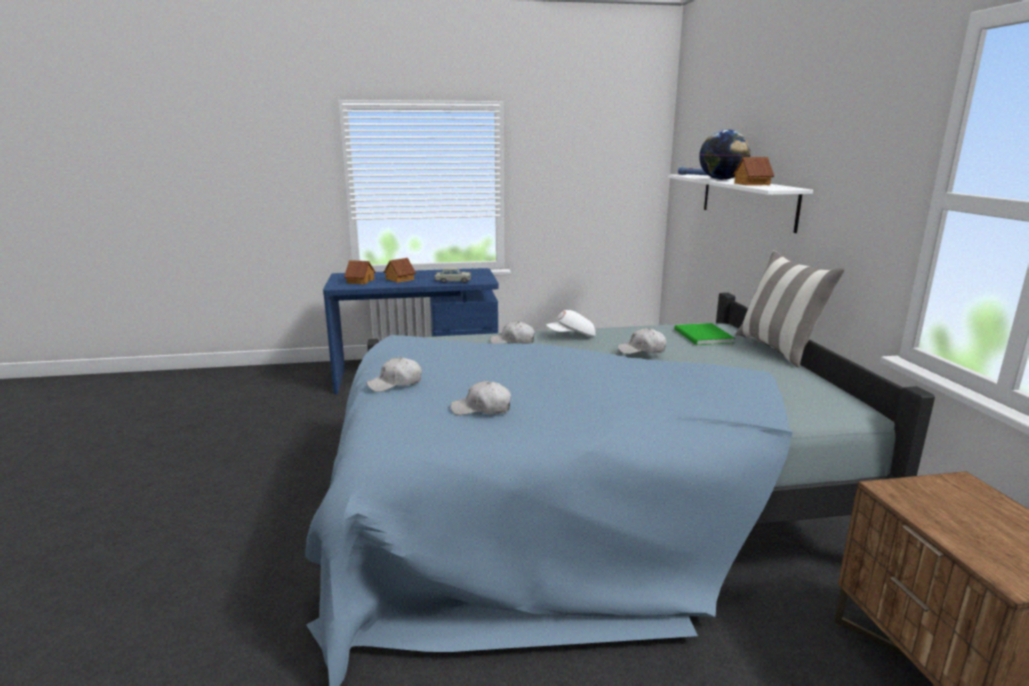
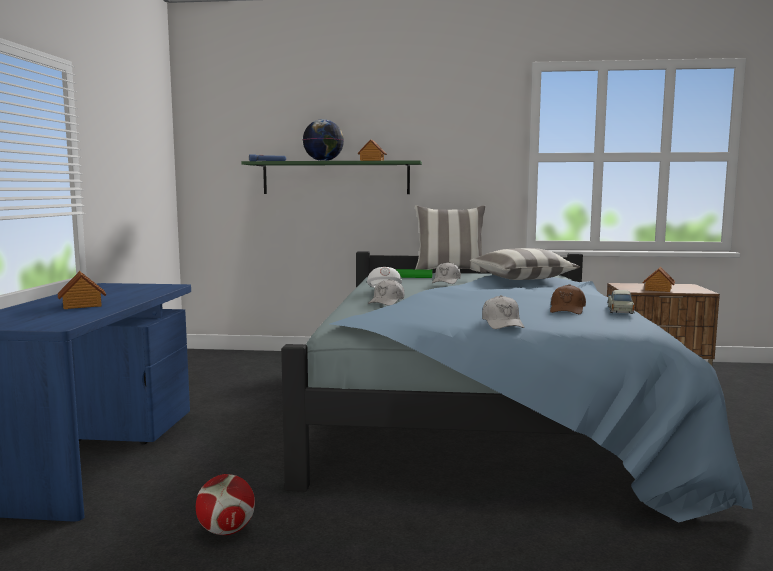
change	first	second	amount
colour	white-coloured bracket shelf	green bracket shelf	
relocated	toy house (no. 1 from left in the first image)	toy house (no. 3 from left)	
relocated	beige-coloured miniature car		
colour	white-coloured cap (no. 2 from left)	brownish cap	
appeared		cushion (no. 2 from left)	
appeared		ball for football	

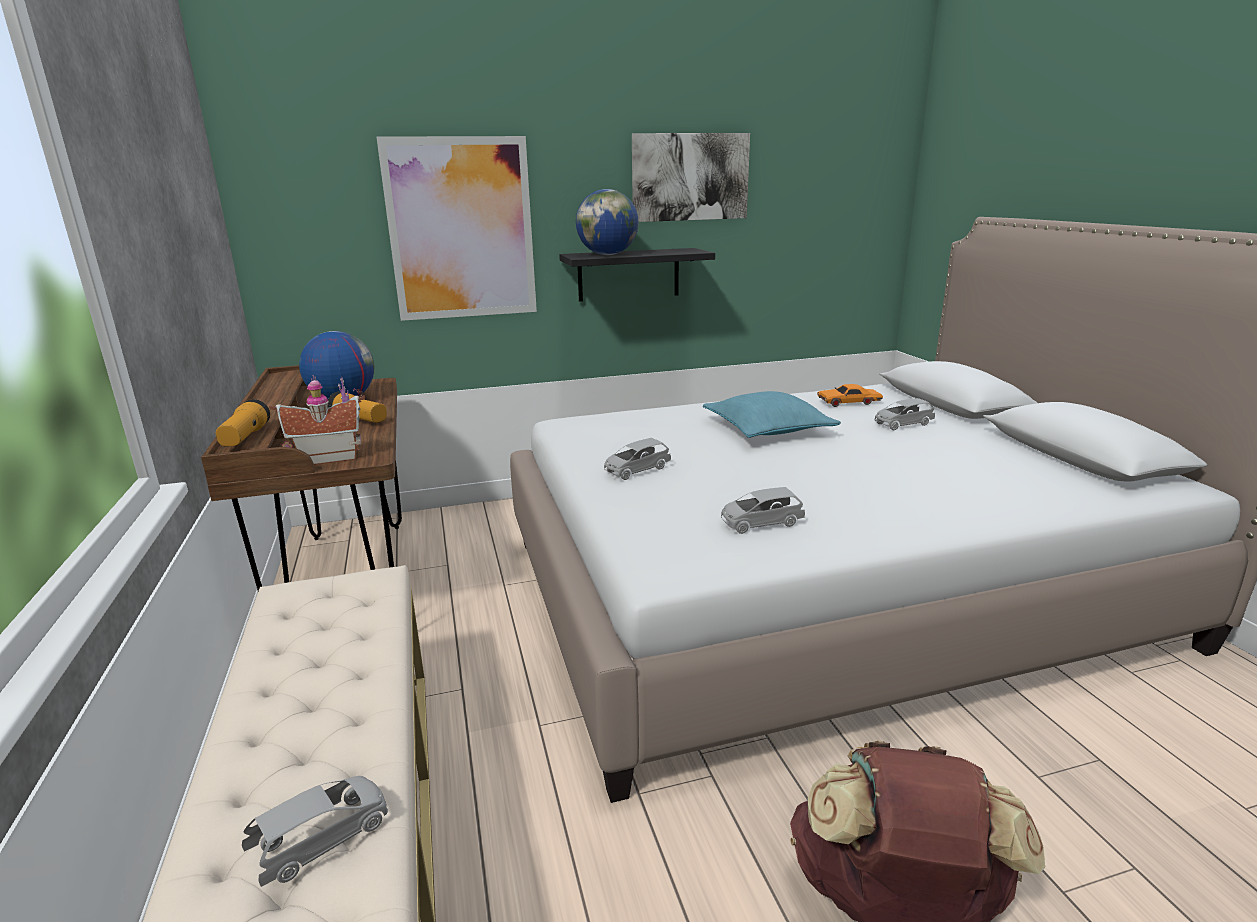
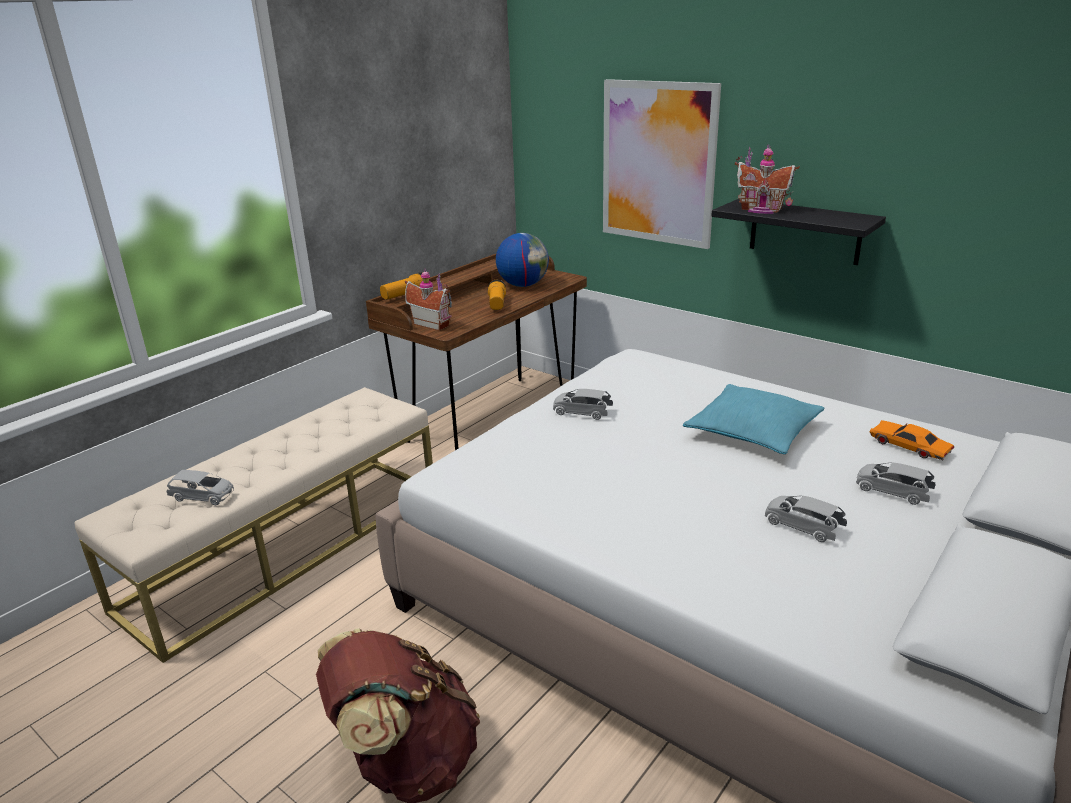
change	first	second	amount
missing	picture (no. 2 from left)		
exchanged	globe (no. 2 from left)	toy house (no. 2 from left)	
relocated	grey miniature car (no. 3 from left)		

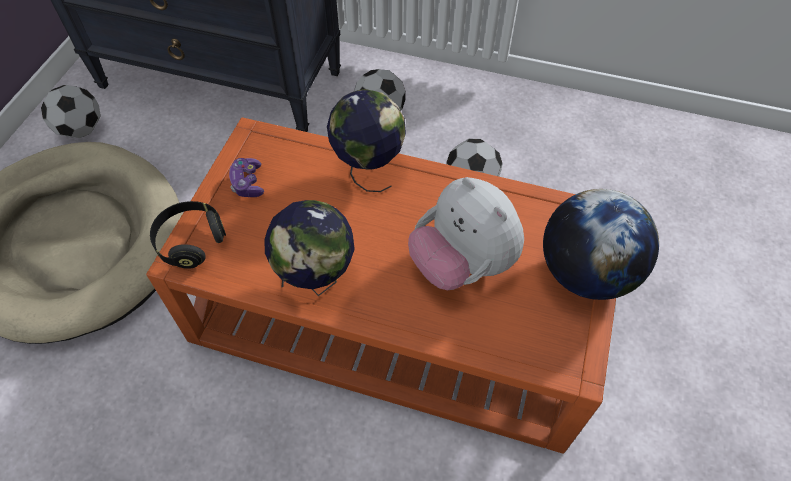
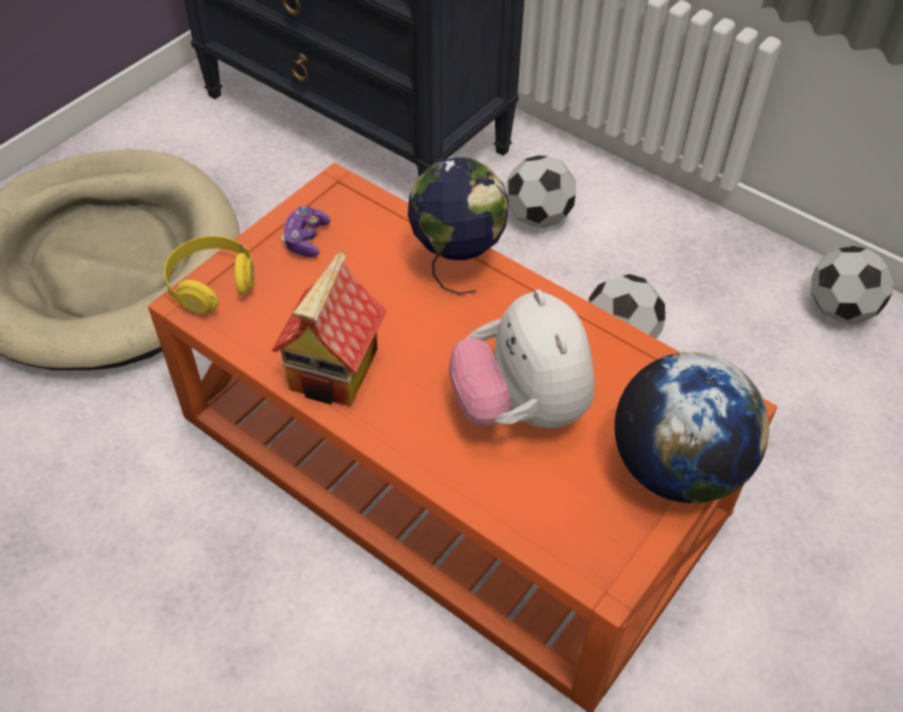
change	first	second	amount
relocated	ball for football (no. 1 from left in the first image)	ball for football (no. 3 from left)	
exchanged	globe (no. 1 from left)	toy house	
colour	blackish headset	yellow-coloured headset	

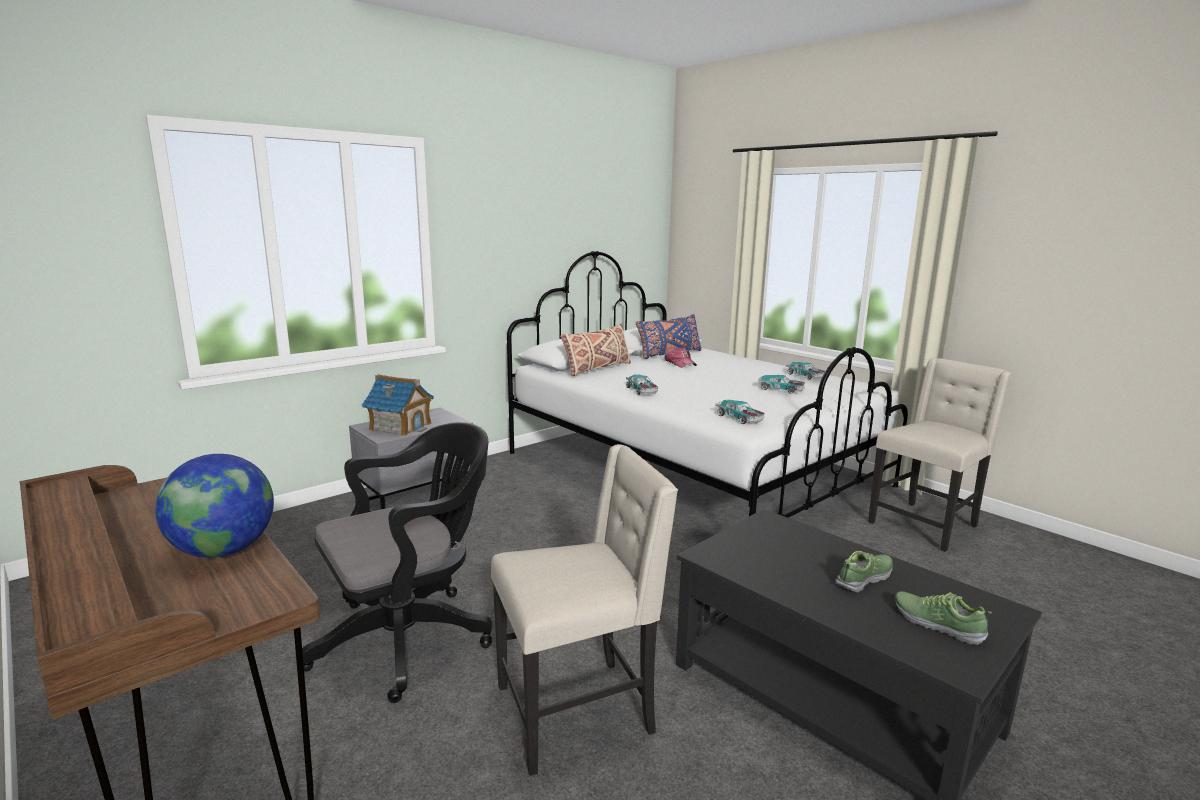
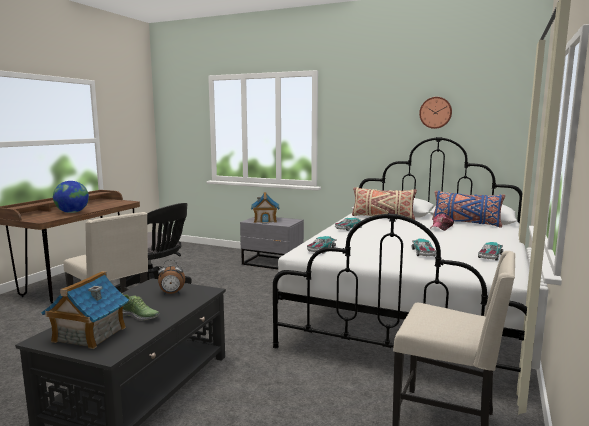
change	first	second	amount
exchanged	shoe (no. 2 from left)	toy house (no. 1 from left)	
appeared		hanging clock	
appeared		table clock	

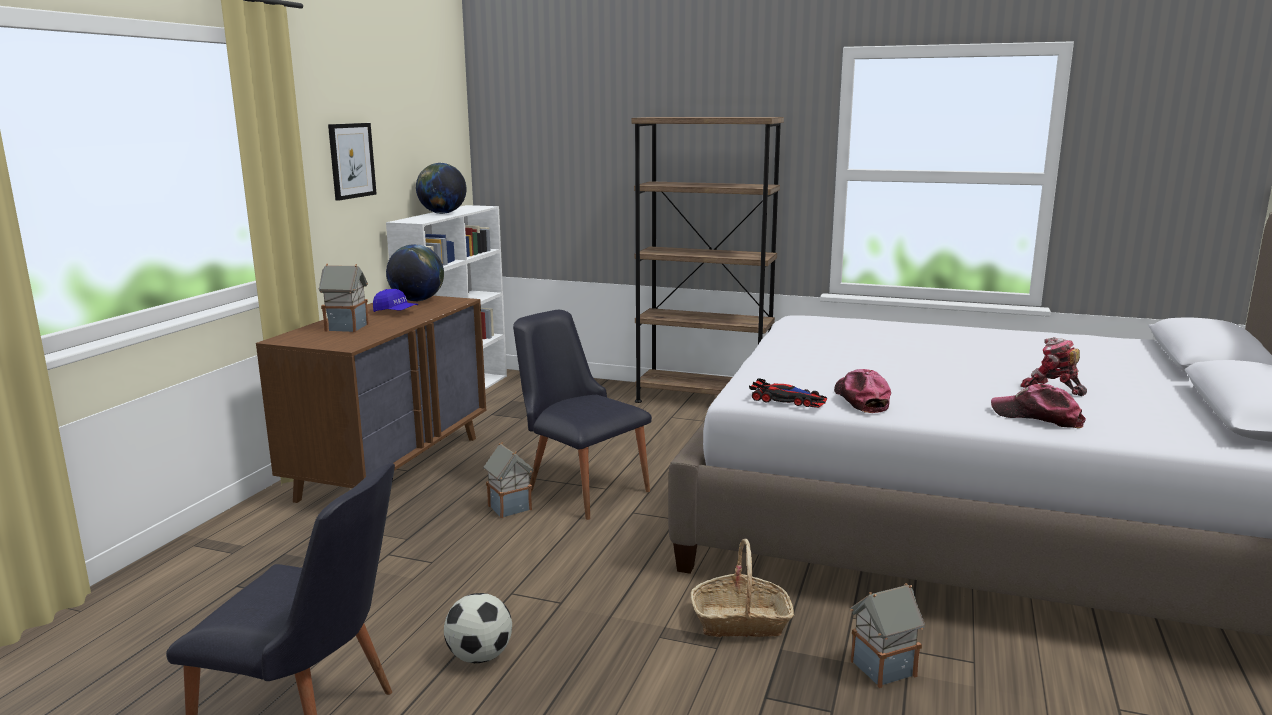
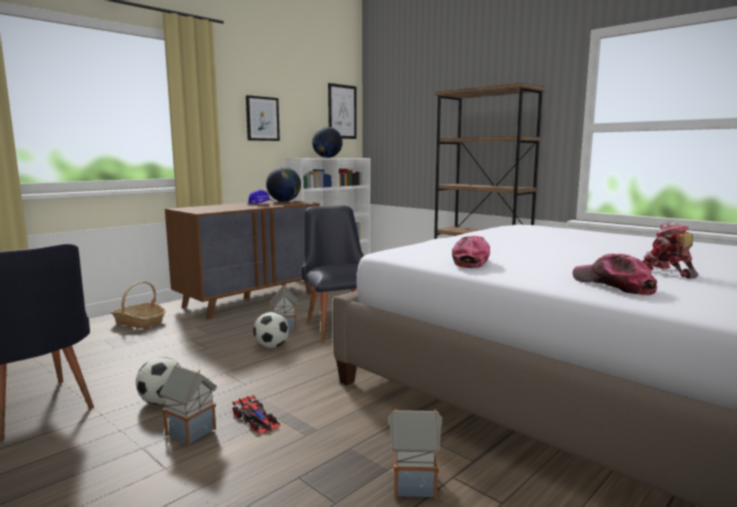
change	first	second	amount
relocated	toy house (no. 1 from left)		
relocated	miniature car		
relocated	household basket		
appeared		picture (no. 2 from left)	
appeared		ball for football (no. 2 from left)	

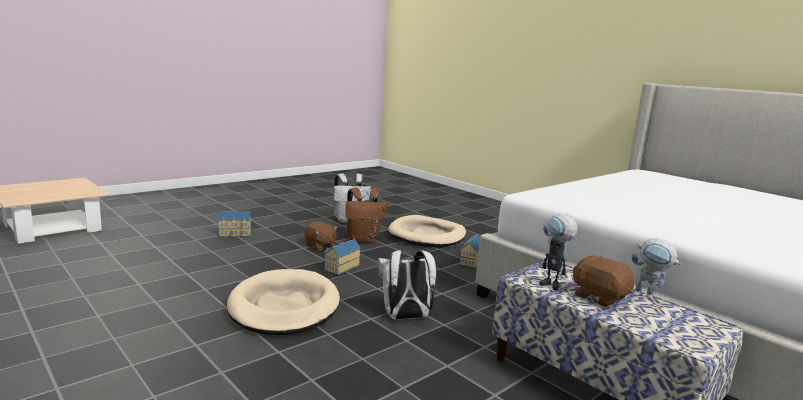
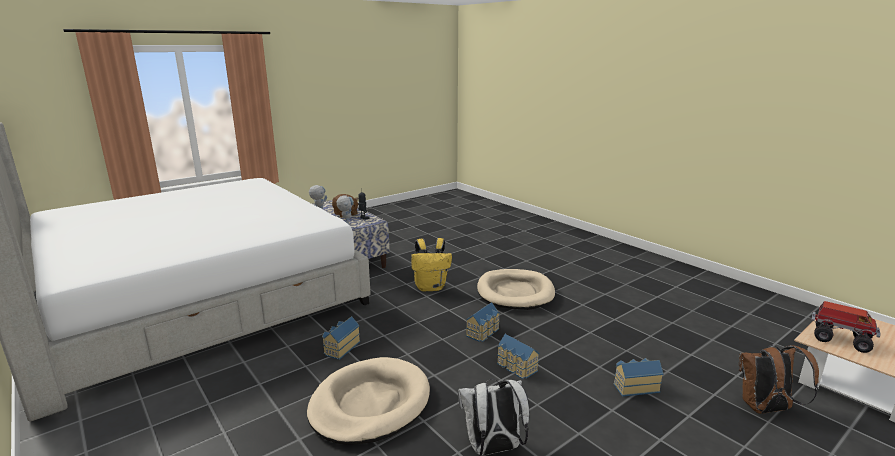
change	first	second	amount
relocated	brownish backpack		
exchanged	brownish plush toy (no. 1 from left)	toy house (no. 3 from left)	
colour	white-coloured backpack (no. 2 from left)	yellow-coloured backpack	
appeared		toy truck	

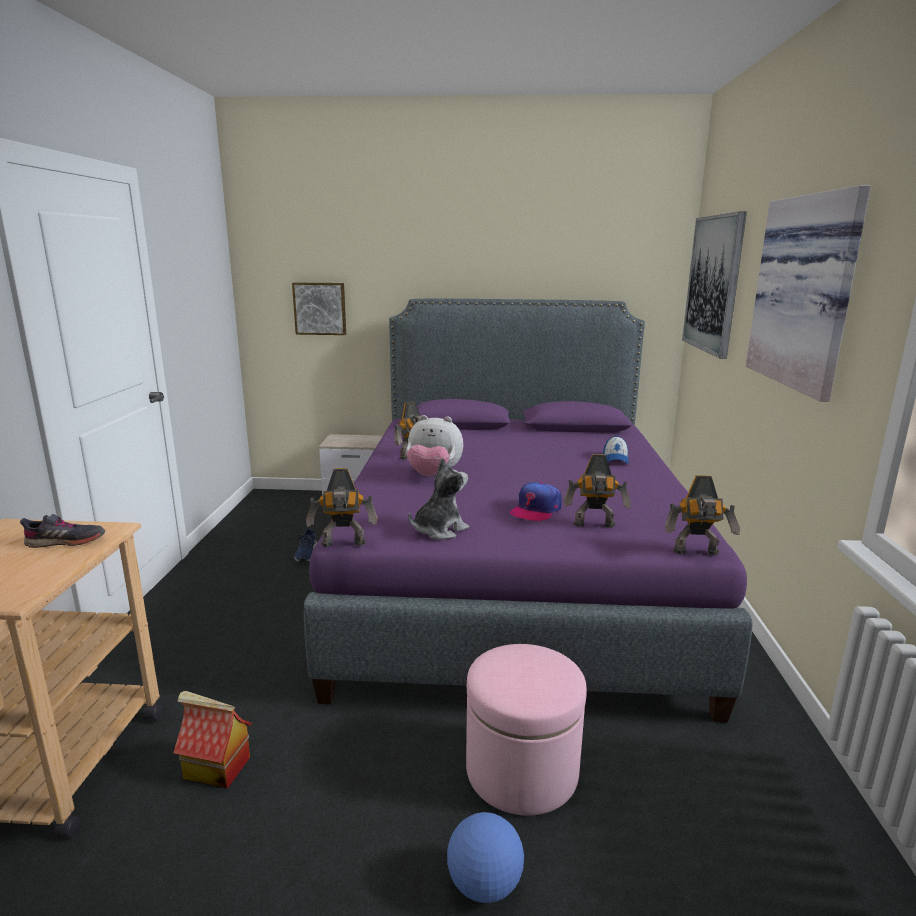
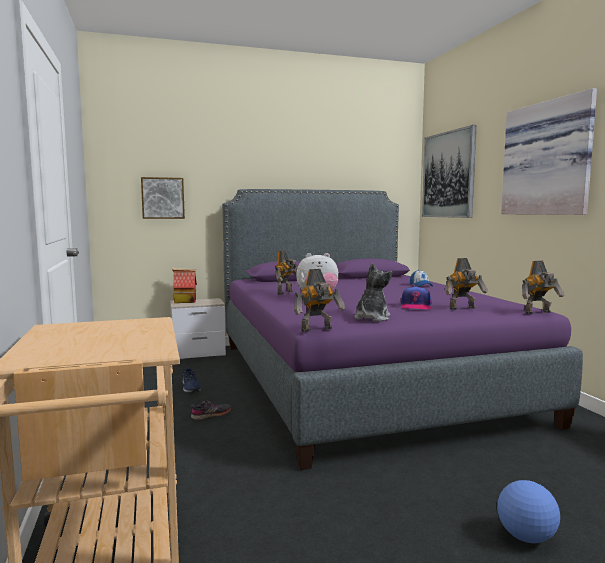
change	first	second	amount
relocated	grey shoe		
missing	pinkish footrest		
relocated	toy house		

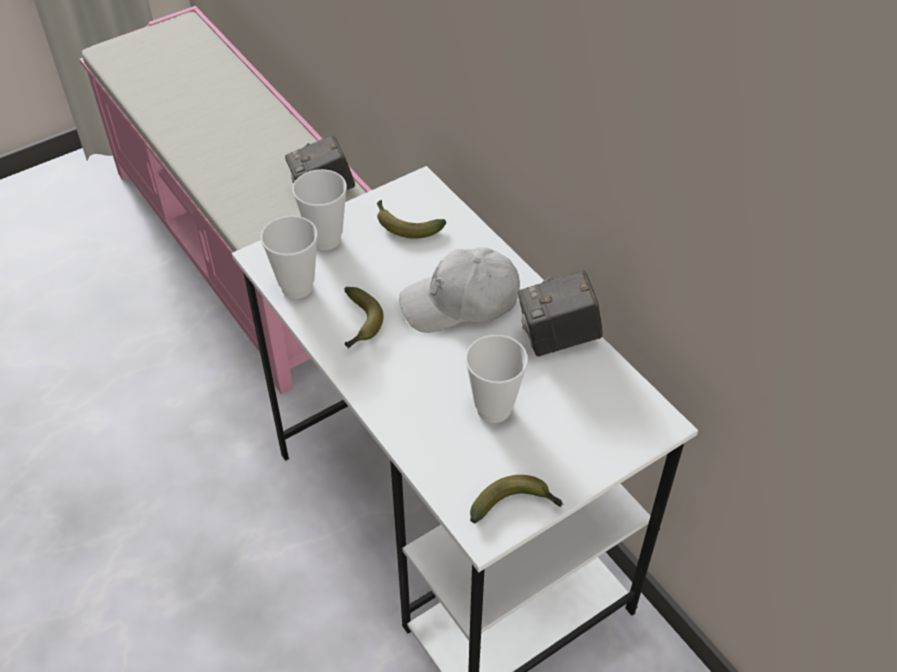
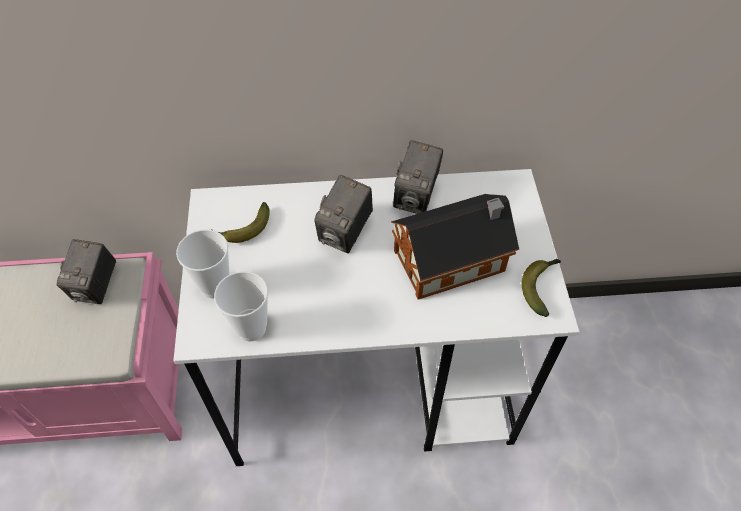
change	first	second	amount
exchanged	white-coloured cap	photo camera (no. 2 from left)	
missing	whole banana (no. 1 from left)		
exchanged	drinking cup (no. 3 from left)	toy house	

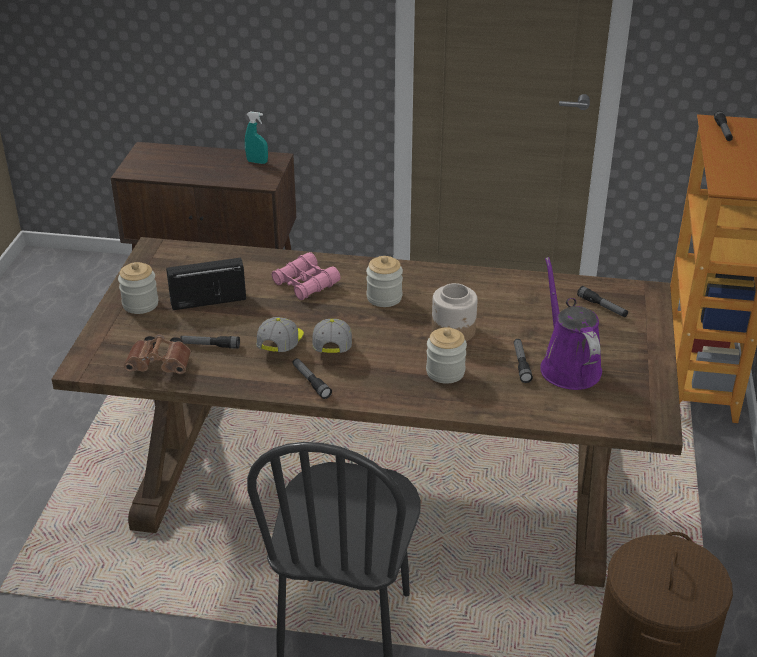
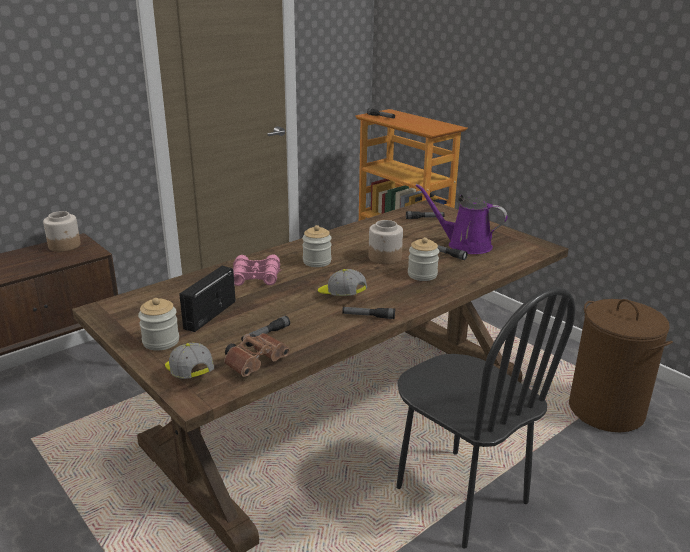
change	first	second	amount
exchanged	turquoise-coloured hand sprayer	jar (no. 1 from left)	
relocated	cap (no. 1 from left)		

